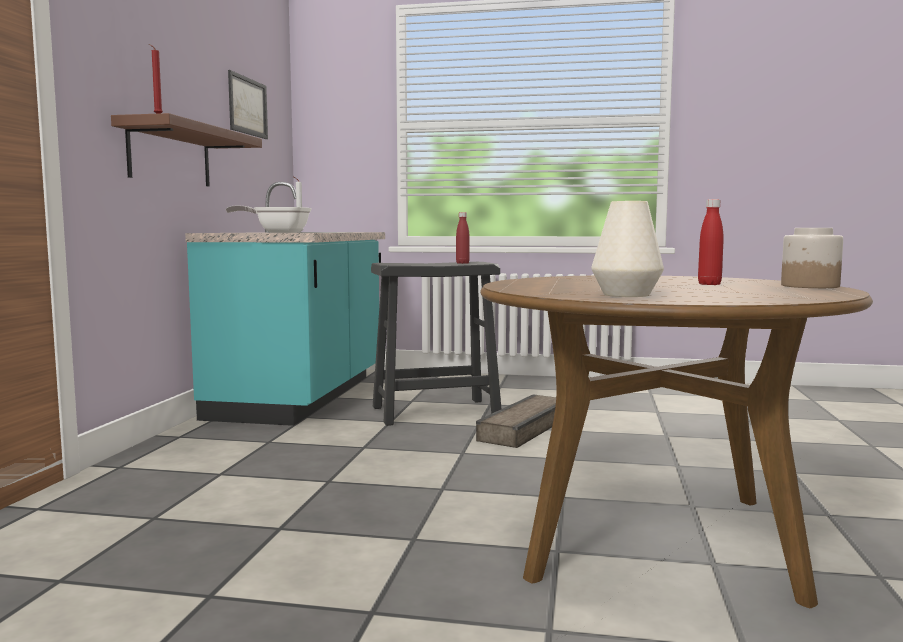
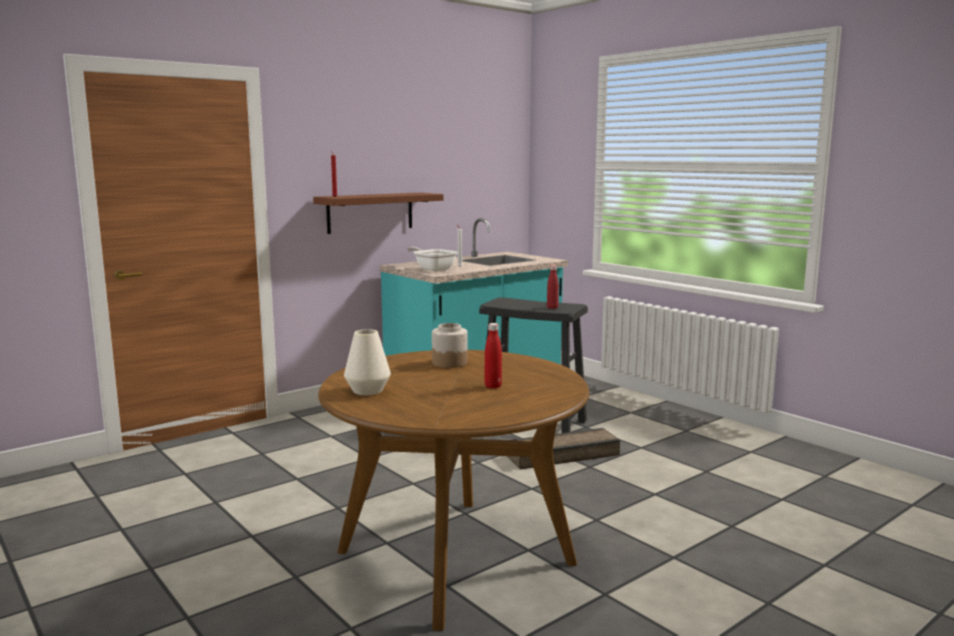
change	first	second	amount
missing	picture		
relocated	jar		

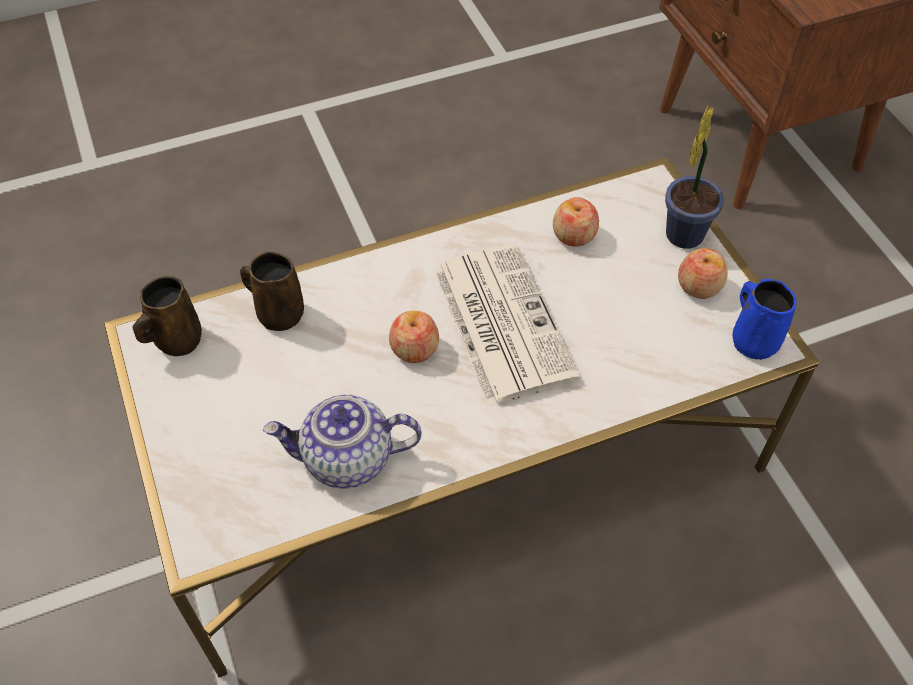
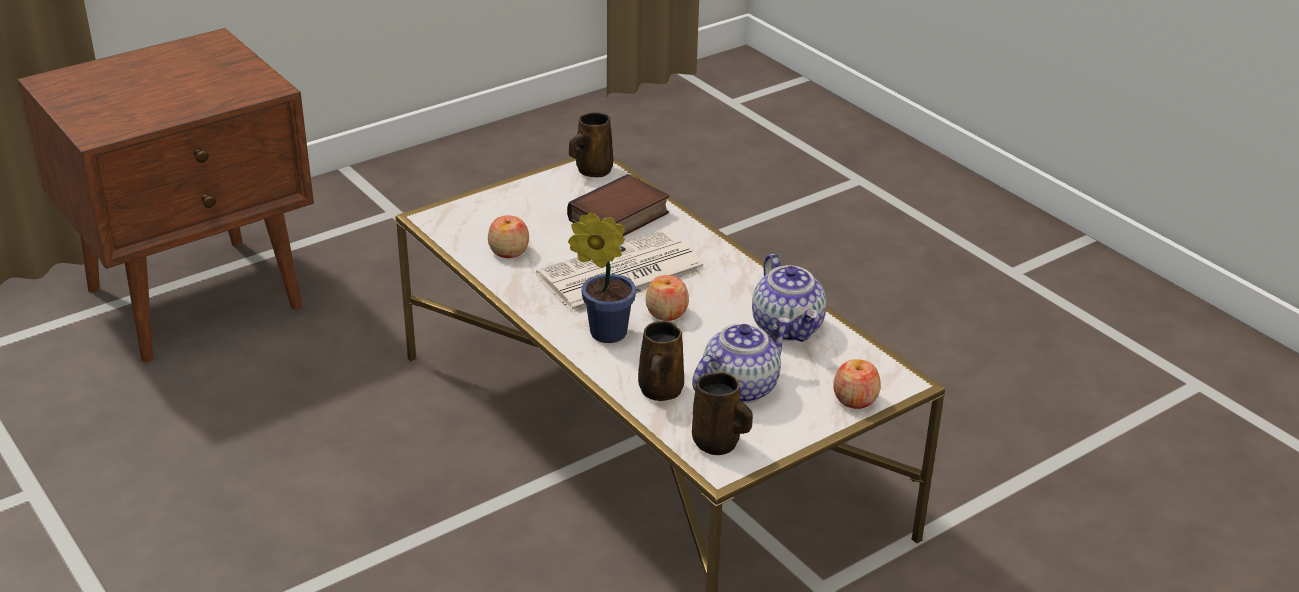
change	first	second	amount
relocated	potted plant		
relocated	apple fruit (no. 3 from left)		
colour	bluish coffee mug	brownish coffee mug (no. 1 from left)	
appeared		bound book	
appeared		tea pot (no. 1 from left)	

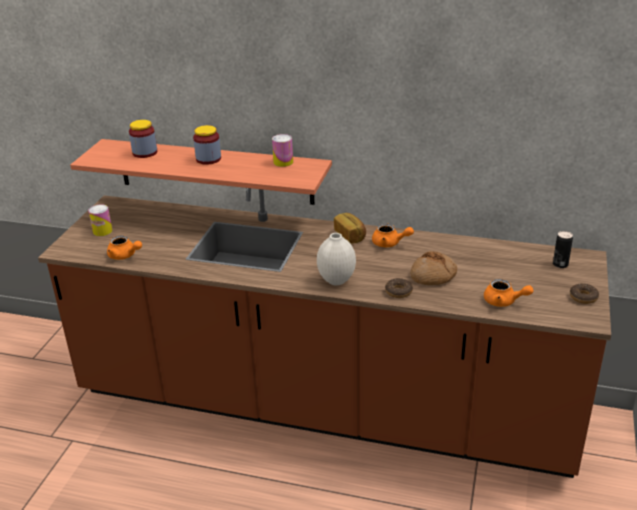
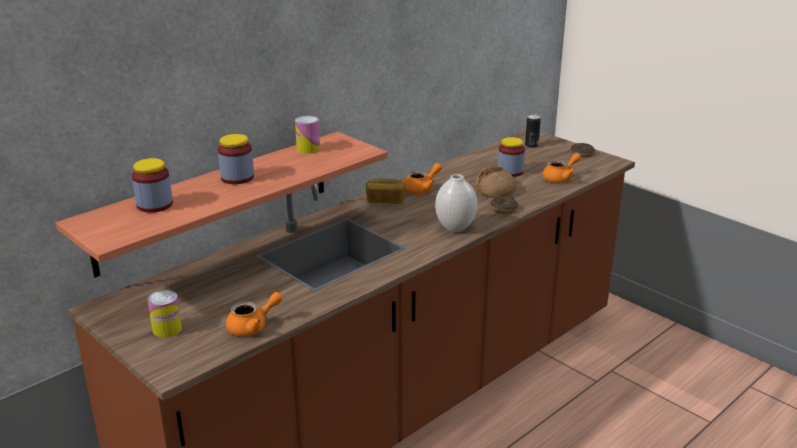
change	first	second	amount
appeared		jar (no. 3 from left)	

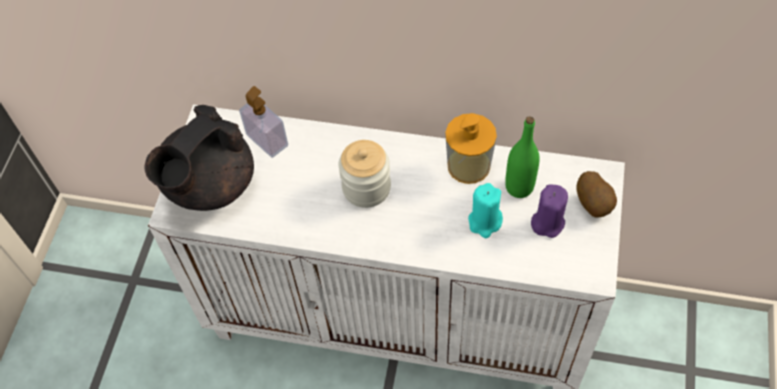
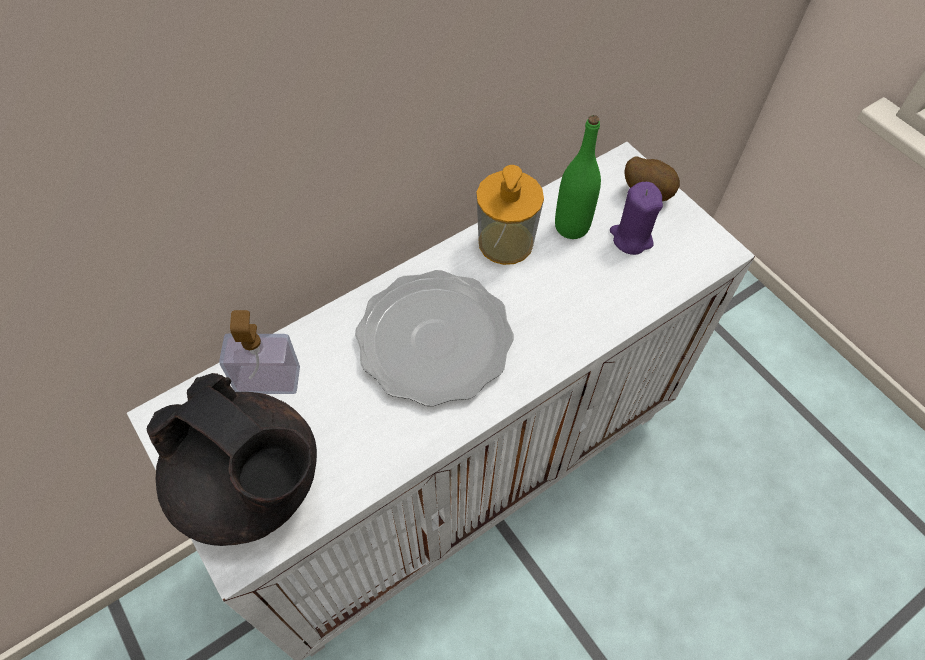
change	first	second	amount
spun	blackish tea pot		45 degrees counterclockwise
exchanged	jar	dinner plate	
missing	turquoise-coloured candle		

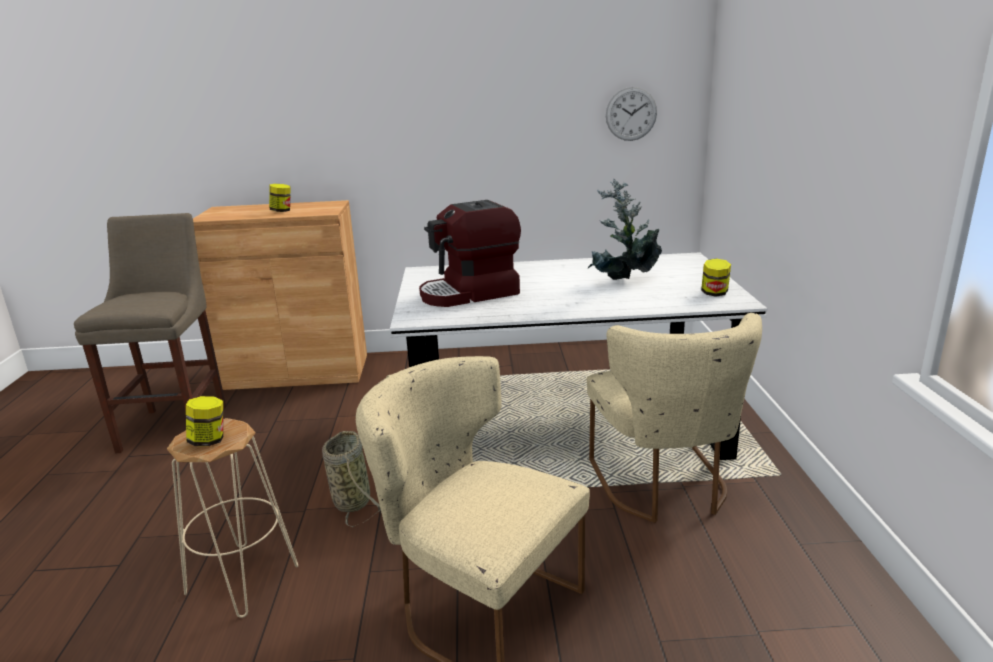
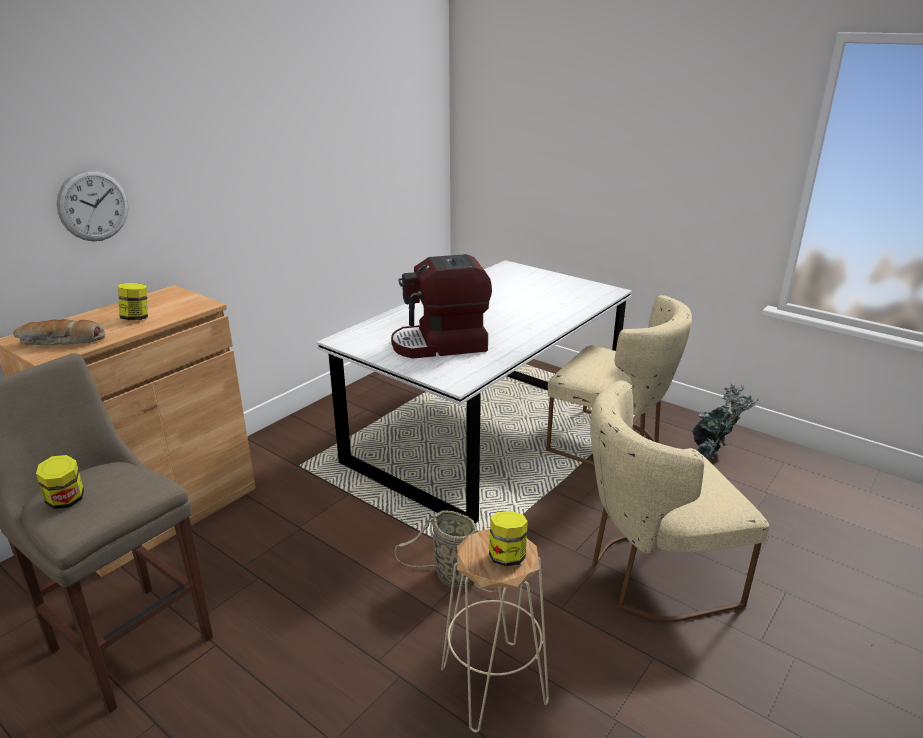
change	first	second	amount
relocated	hanging clock		
relocated	potted plant		
spun	coffee brewer		60 degrees clockwise
relocated	jar (no. 3 from left in the first image)	jar (no. 1 from left)	
appeared		baked bread	

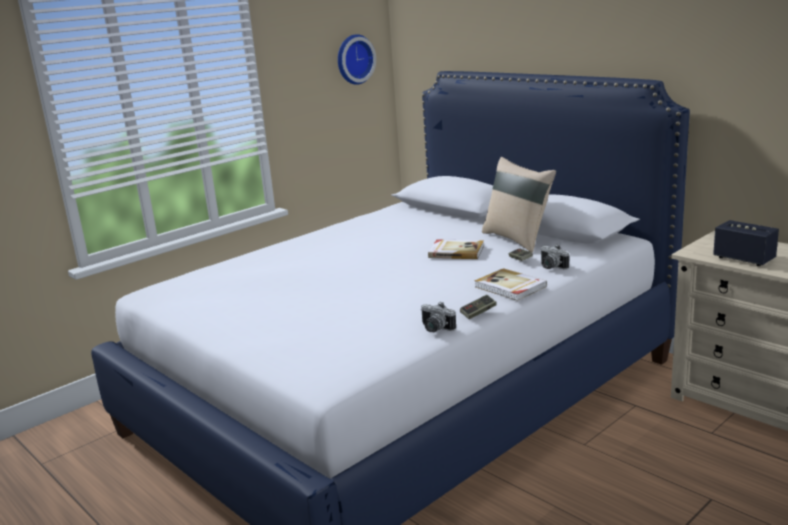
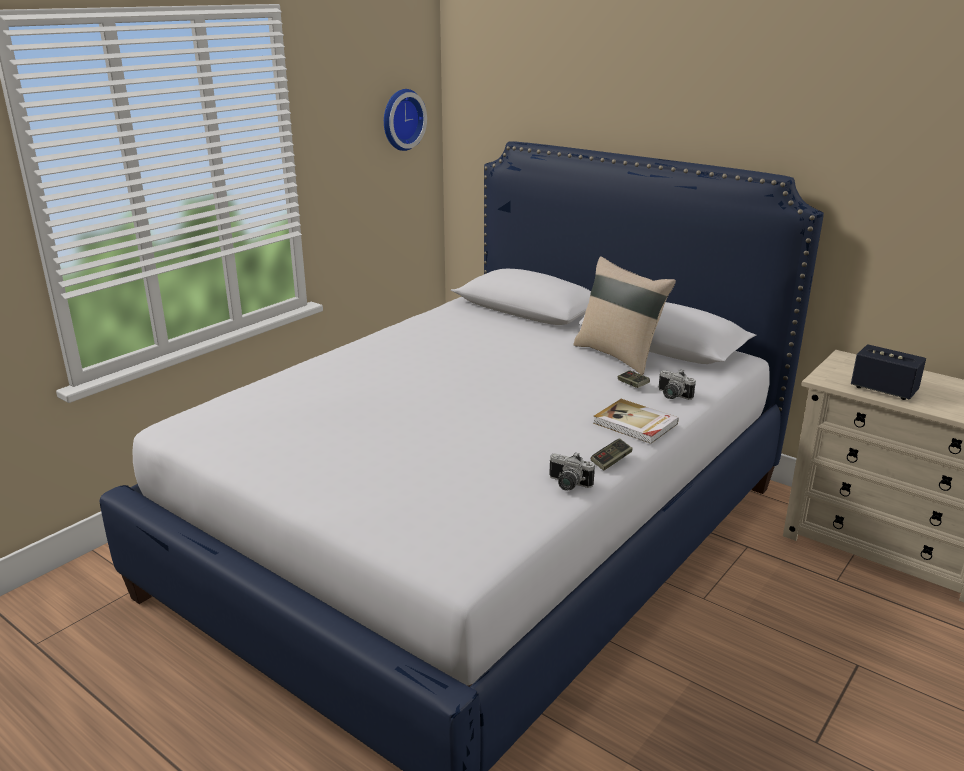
change	first	second	amount
missing	bound book (no. 1 from left)		

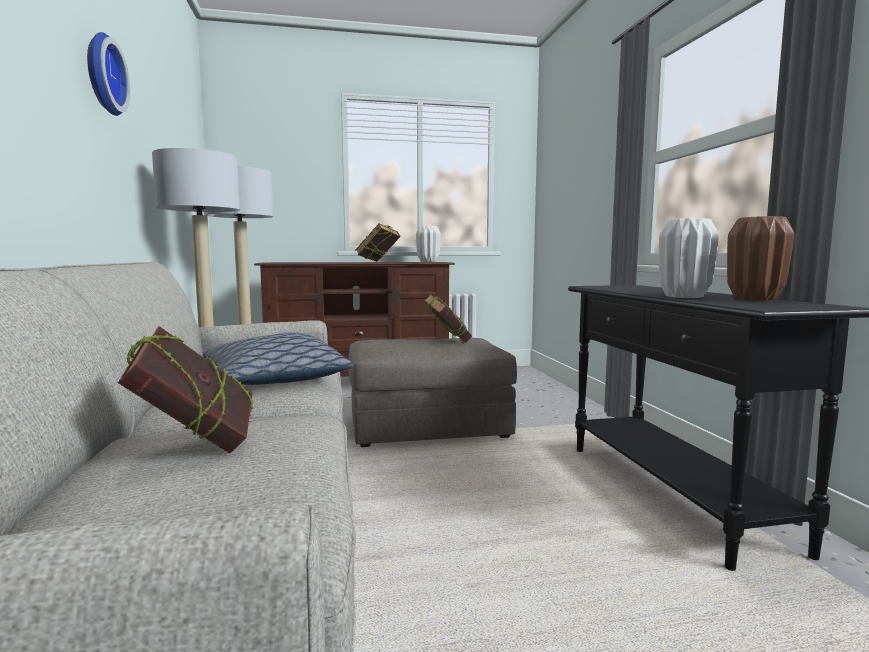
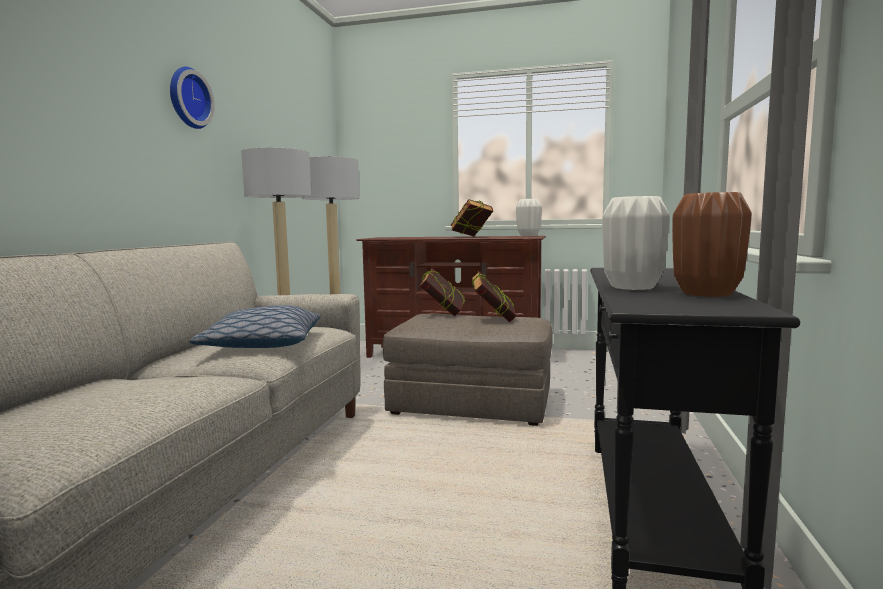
change	first	second	amount
relocated	bound book (no. 1 from left)		

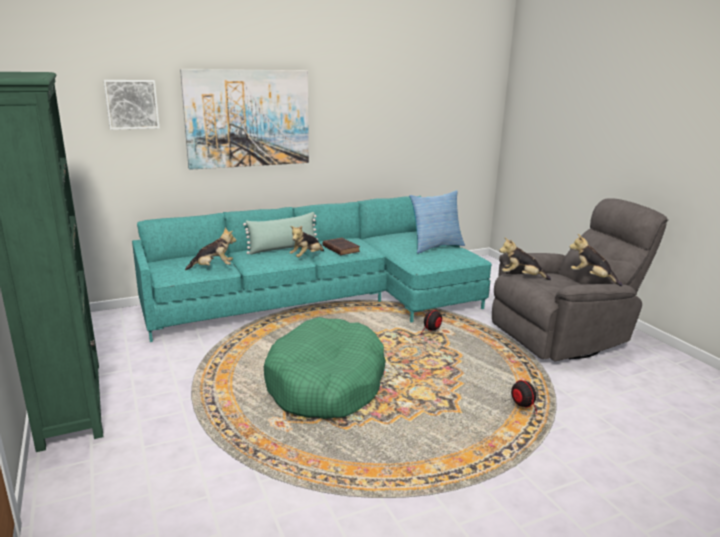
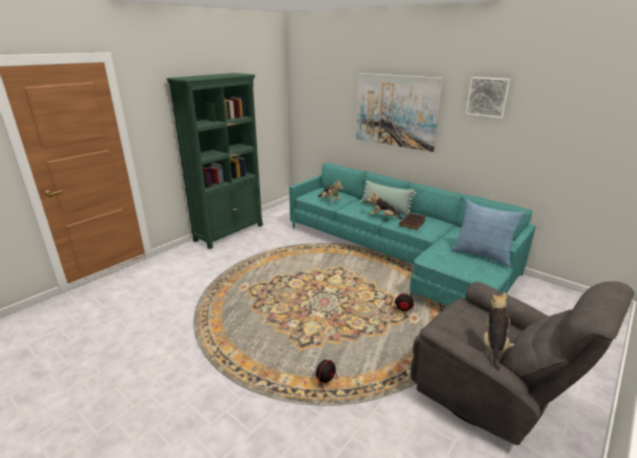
change	first	second	amount
relocated	picture (no. 1 from left in the first image)	picture (no. 2 from left)	
missing	plush toy (no. 3 from left)		
missing	green dog cushion		

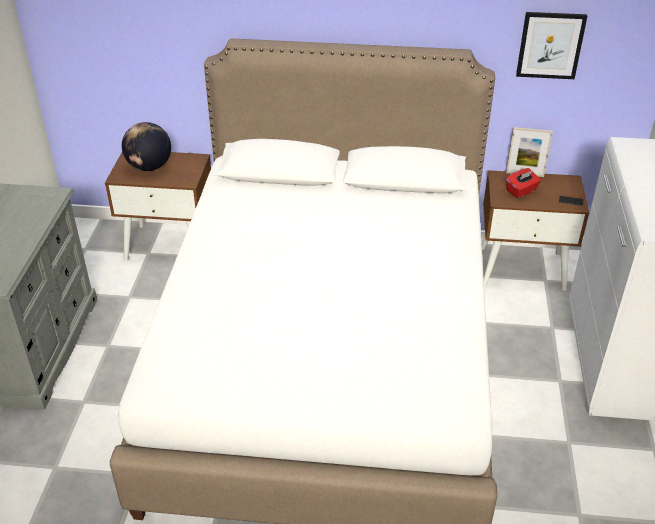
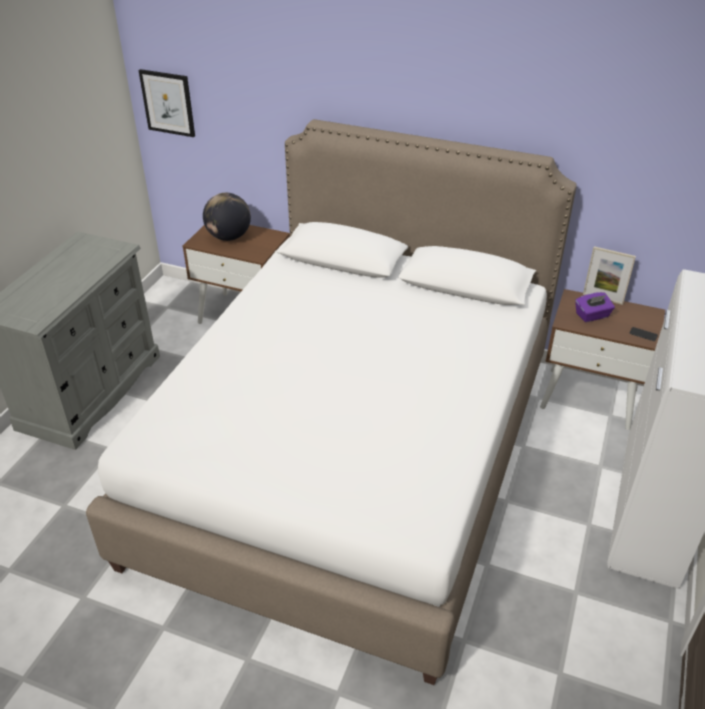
change	first	second	amount
relocated	picture		
colour	reddish tissue holder	purplish tissue holder	

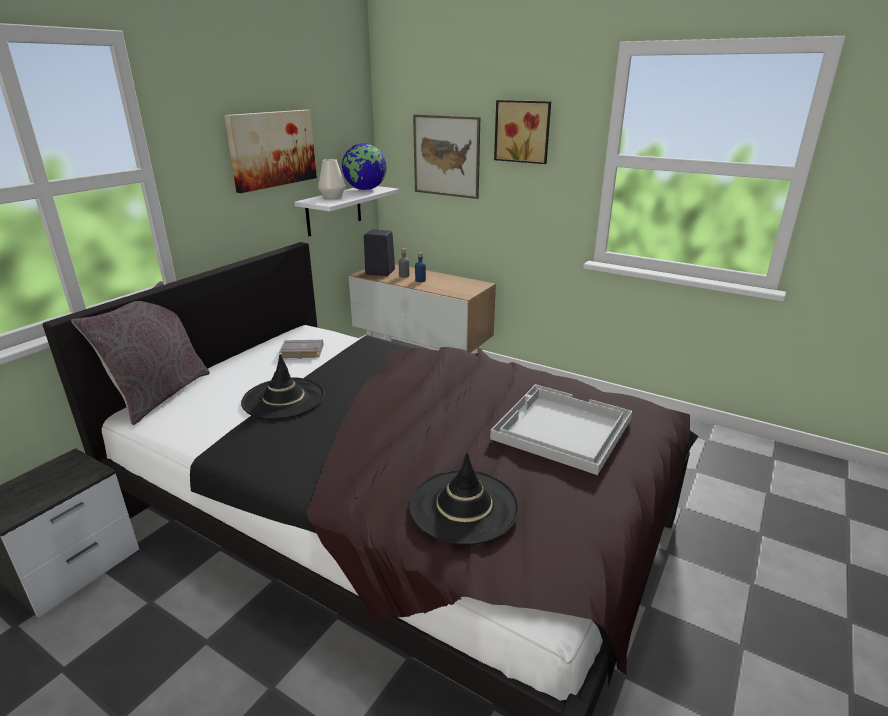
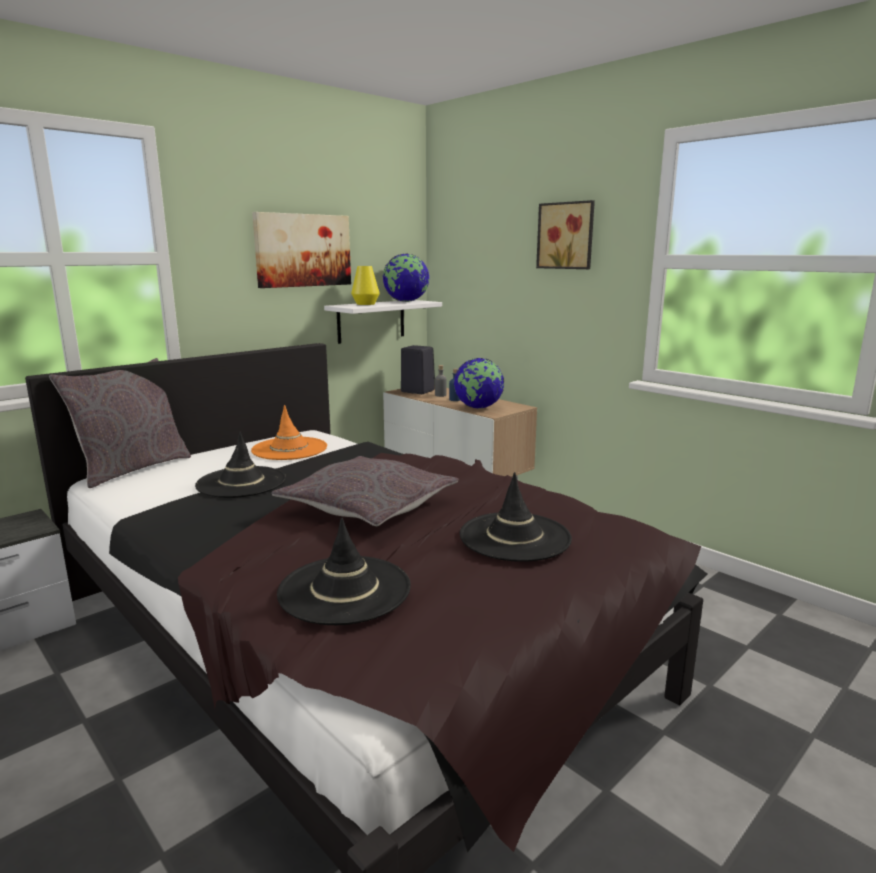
change	first	second	amount
missing	picture (no. 2 from left)		
colour	white-coloured vase	yellow-coloured vase	
exchanged	grey bound book	orange clothing hat	
exchanged	white-coloured carrying tray	blackish clothing hat (no. 3 from left)	
appeared		globe (no. 2 from left)	
appeared		grey cushion (no. 2 from left)	

